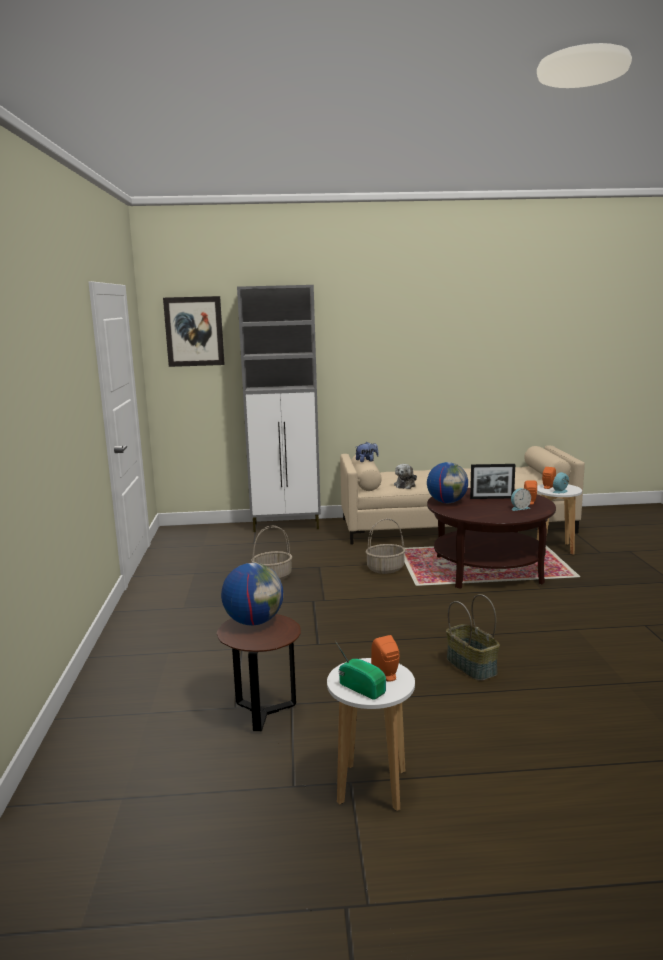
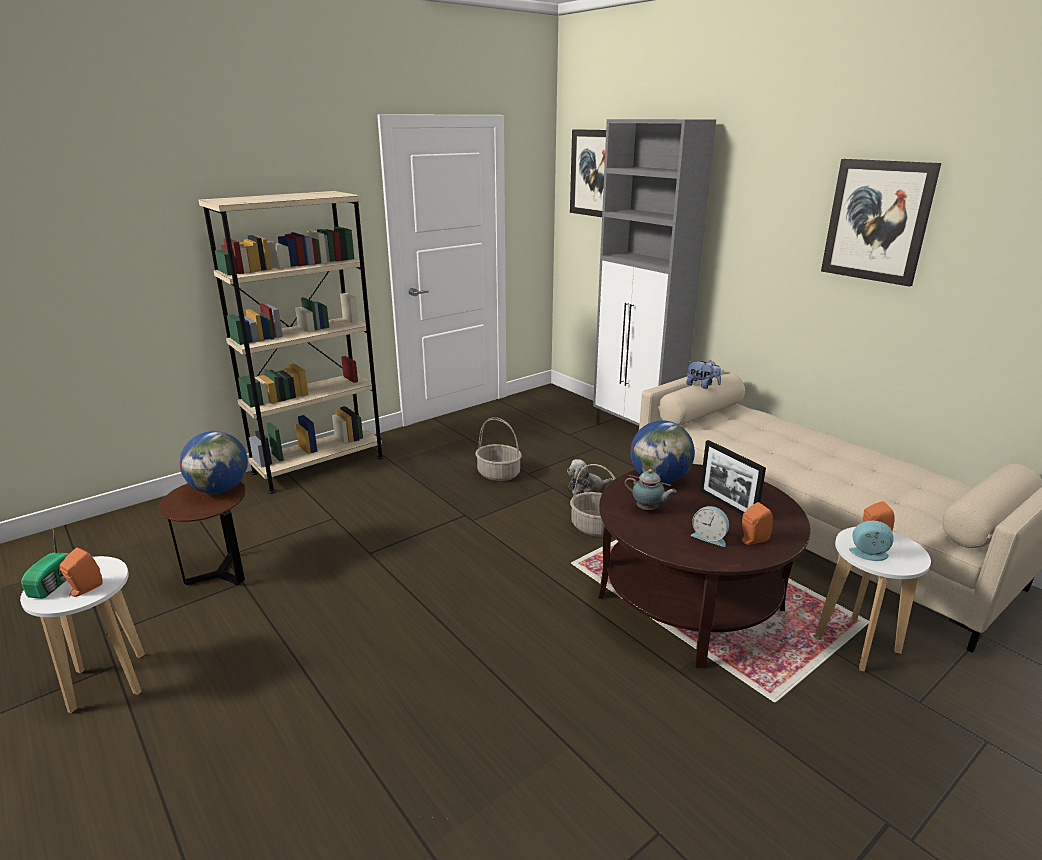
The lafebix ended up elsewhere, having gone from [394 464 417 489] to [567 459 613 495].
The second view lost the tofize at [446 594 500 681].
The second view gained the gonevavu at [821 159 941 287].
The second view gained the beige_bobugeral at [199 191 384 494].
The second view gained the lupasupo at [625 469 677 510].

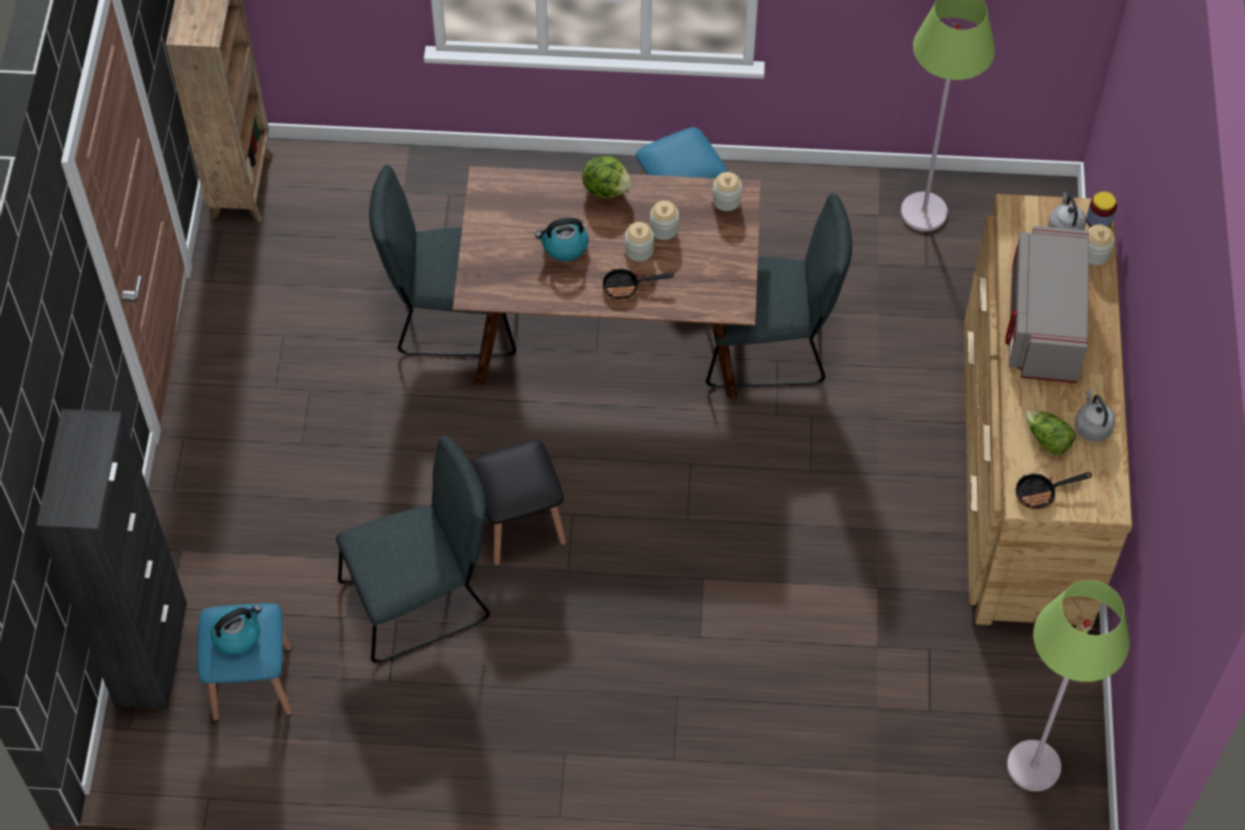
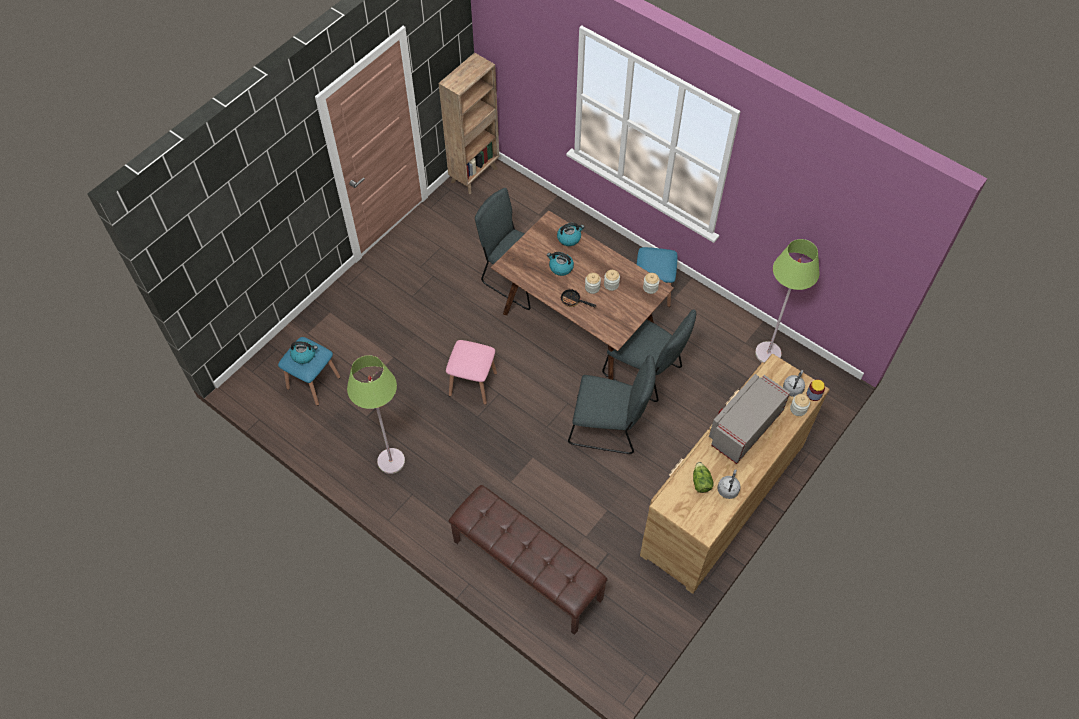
The second view lost the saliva at [582 156 632 198].
The second view lost the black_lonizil at [36 409 187 710].
The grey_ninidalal ended up elsewhere, having gone from [336 436 490 663] to [568 355 656 454].
What was the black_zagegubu at [470 440 566 566] turned into the pink_zagegubu at [446 340 497 405].
The second view lost the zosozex at [1015 472 1092 510].
The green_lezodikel ended up elsewhere, having gone from [1007 580 1130 791] to [347 355 405 474].
The second view gained the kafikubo at [557 223 584 246].
The second view gained the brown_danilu at [448 485 608 635].

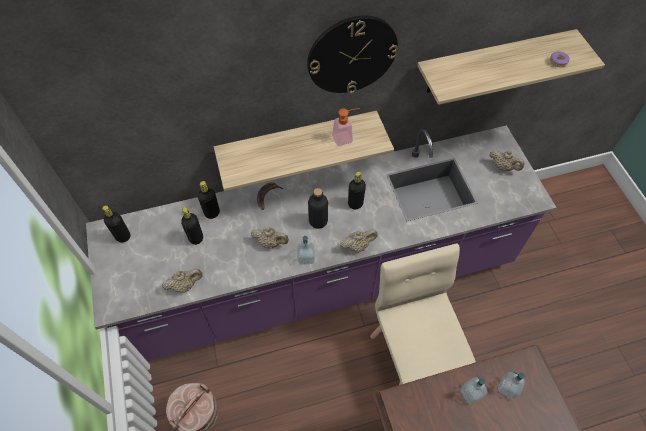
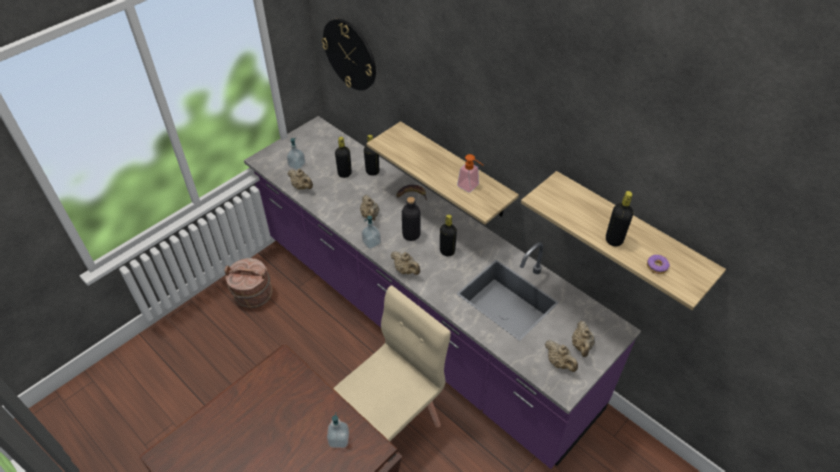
The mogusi ended up elsewhere, having gone from [307 16 398 94] to [322 19 376 91].
The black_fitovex ended up elsewhere, having gone from [102 205 130 242] to [606 191 633 247].
The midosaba ended up elsewhere, having gone from [460 375 487 404] to [287 138 305 170].
The second view gained the beige_lupasupo at [545 340 578 372].

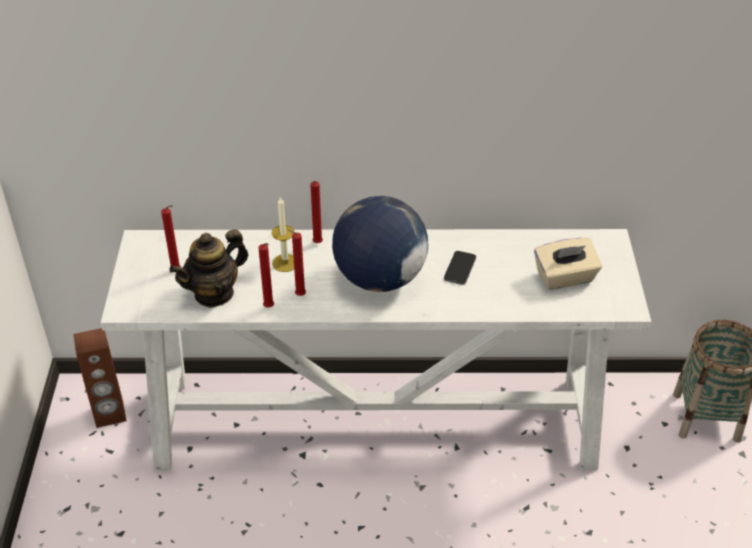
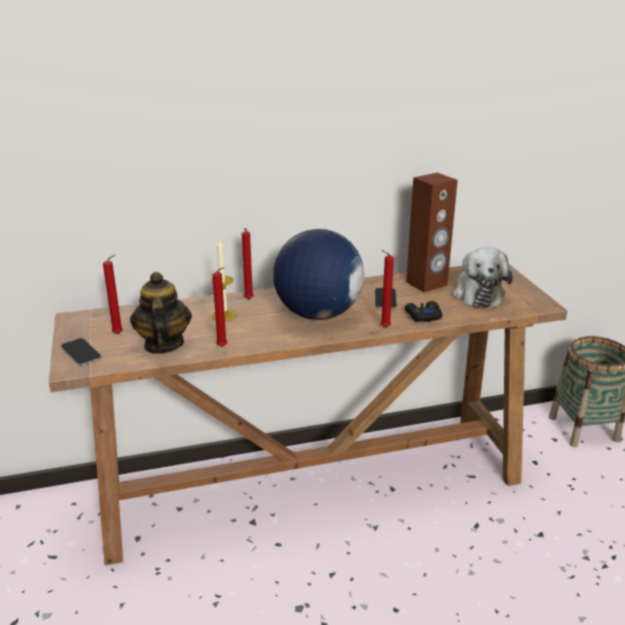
What was the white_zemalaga at [101 229 651 471] turned into the brown_zemalaga at [49 264 568 566].
The lupasupo at [169 229 248 308] ended up facing another way, 135 degrees clockwise from before.
The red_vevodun ended up elsewhere, having gone from [287 229 306 296] to [380 250 394 328].
Where the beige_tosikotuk stood at [534 237 602 290], the lafebix came to stand at [452 247 513 307].
The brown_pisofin ended up elsewhere, having gone from [73 328 127 428] to [406 173 458 292].
The second view gained the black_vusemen at [405 301 442 322].
The second view gained the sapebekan at [61 338 101 365].

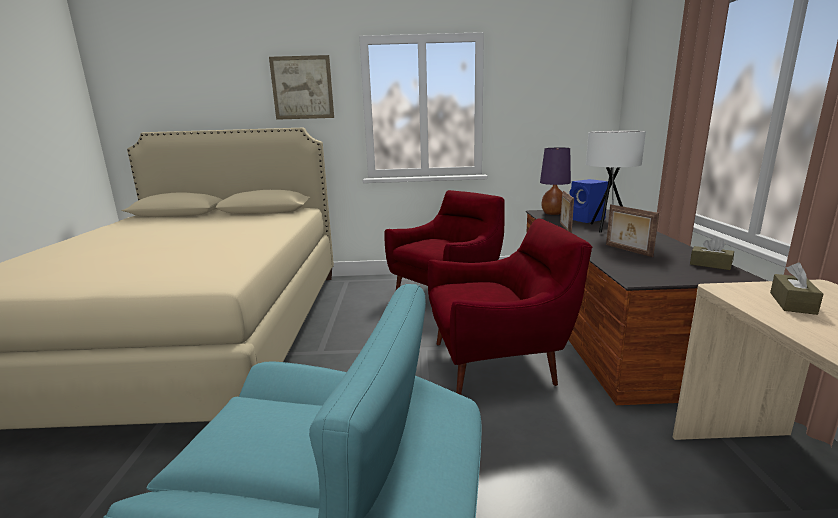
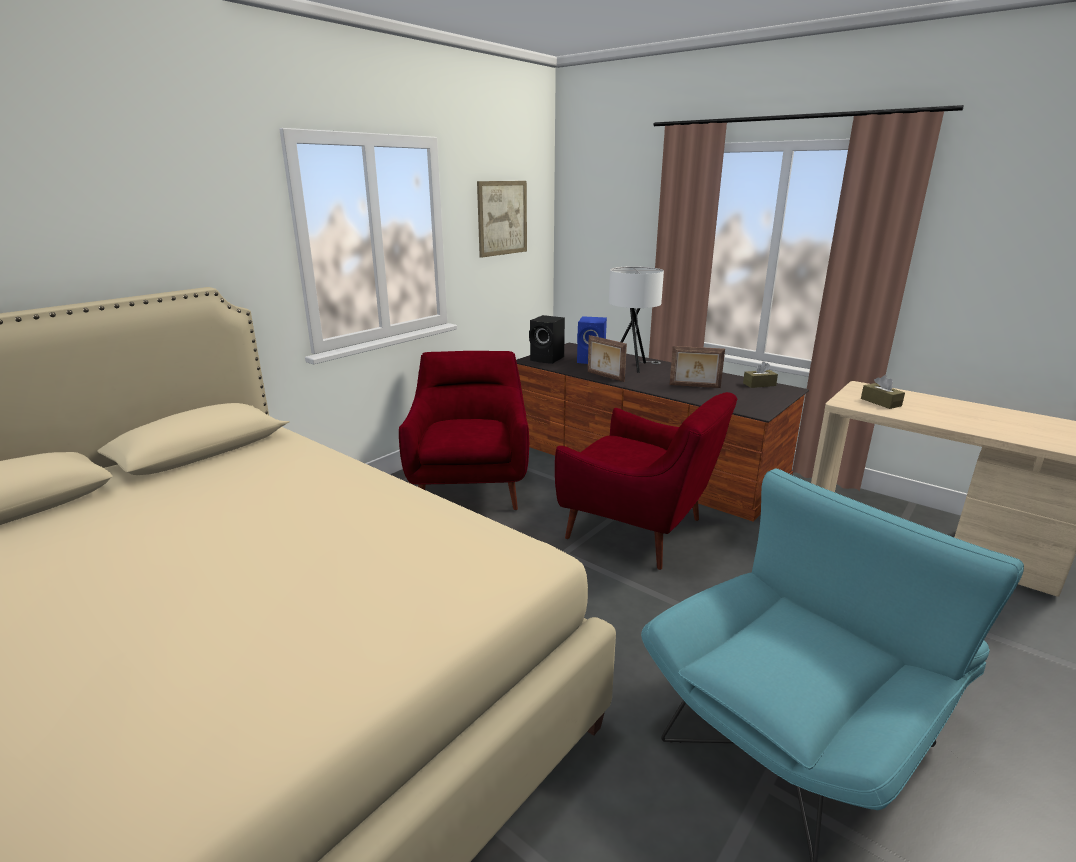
The gonevavu ended up elsewhere, having gone from [269 55 334 120] to [477 181 527 258].
Where the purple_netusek stood at [540 148 571 215], the black_pisofin came to stand at [529 315 565 364].
The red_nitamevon at [428 219 593 395] ended up facing another way, 90 degrees clockwise from before.

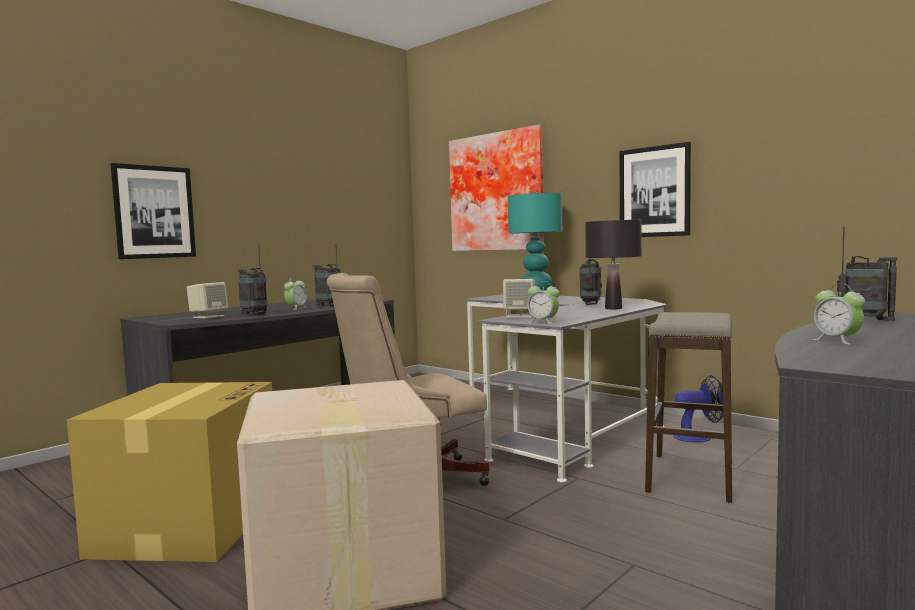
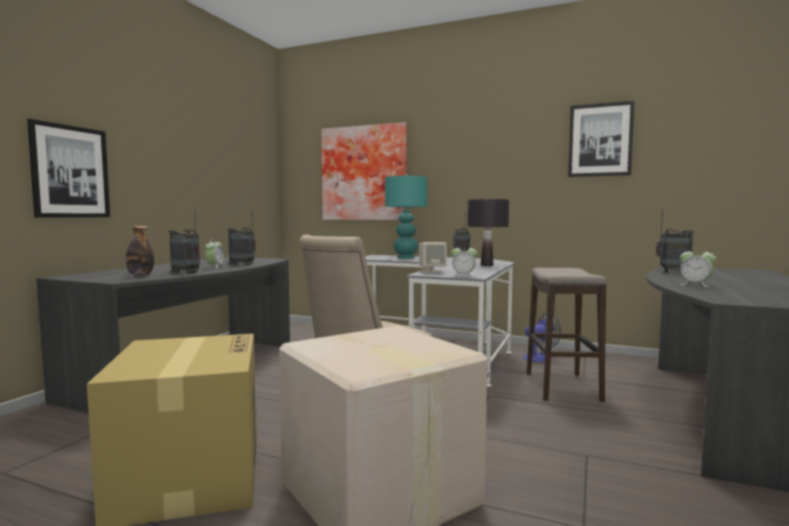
The gonevavu ended up elsewhere, having gone from [619 142 691 237] to [568 101 634 177].
Where the beige_pisofin stood at [187 282 228 319], the fitovex came to stand at [126 226 154 276].

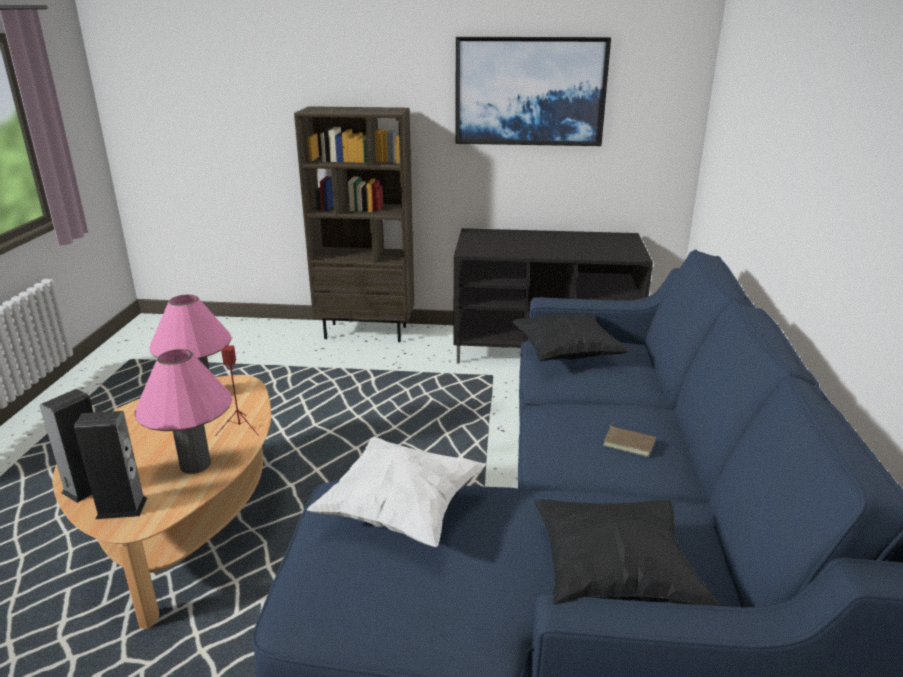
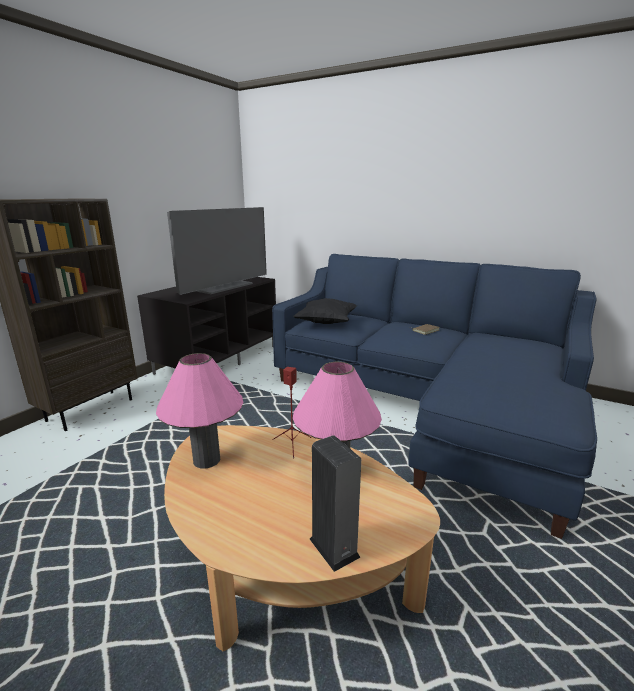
The second view lost the gonevavu at [455 37 611 146].
The second view lost the pisofin at [74 411 147 519].
The second view lost the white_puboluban at [307 437 485 547].
The second view lost the black_puboluban at [535 499 720 606].
The second view gained the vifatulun at [167 207 267 295].

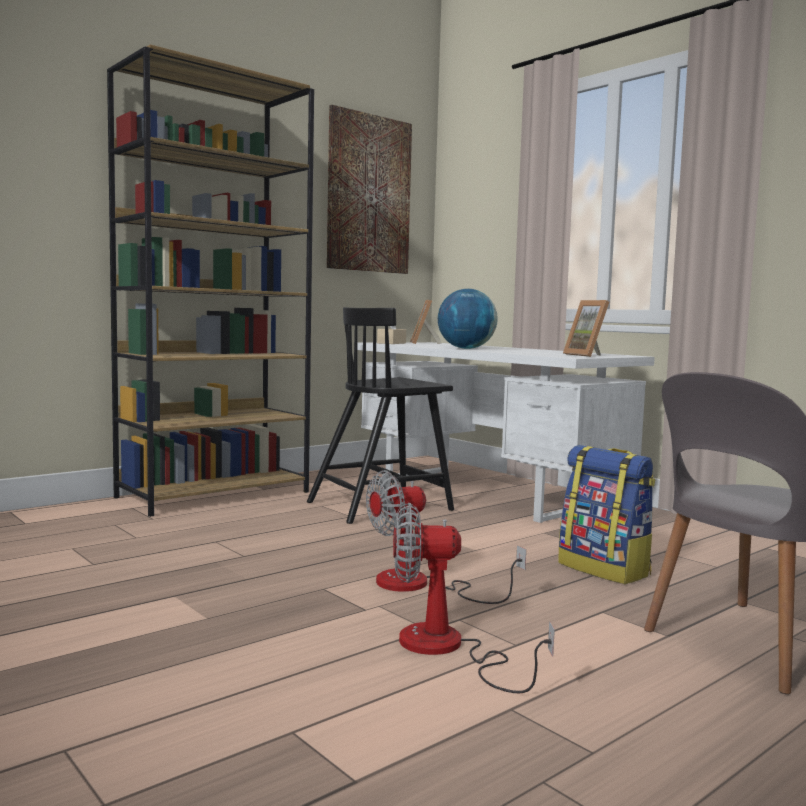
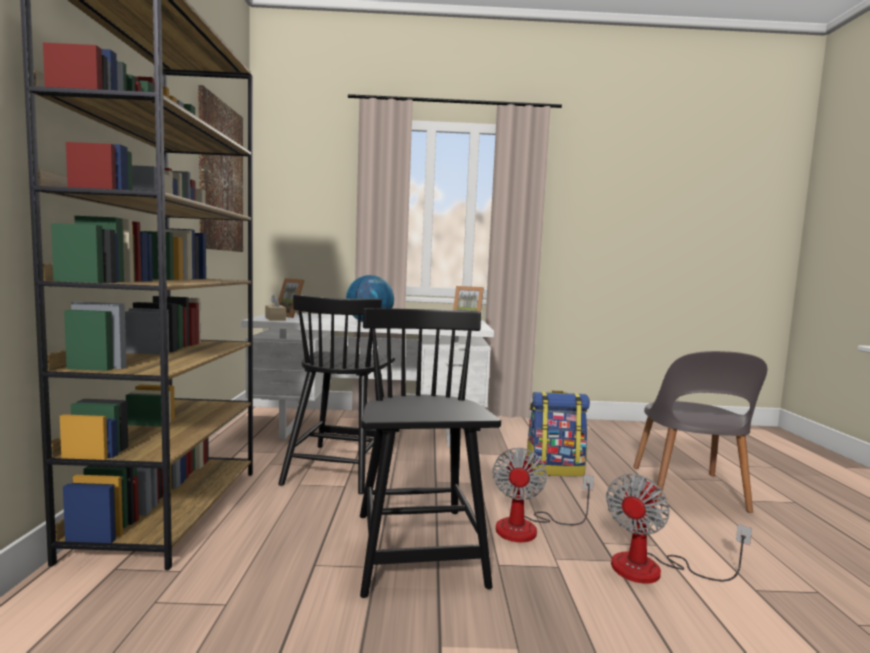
The second view gained the black_ninidalal at [360 308 501 598].

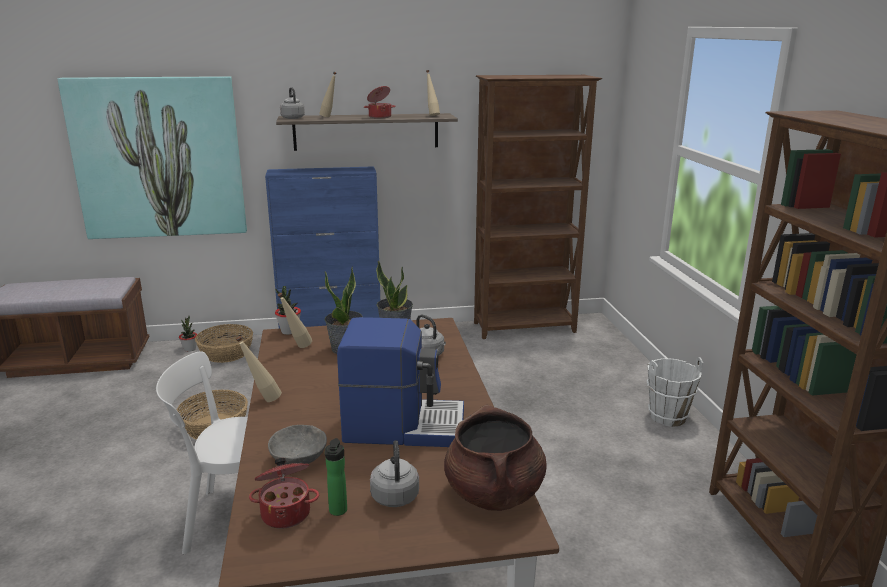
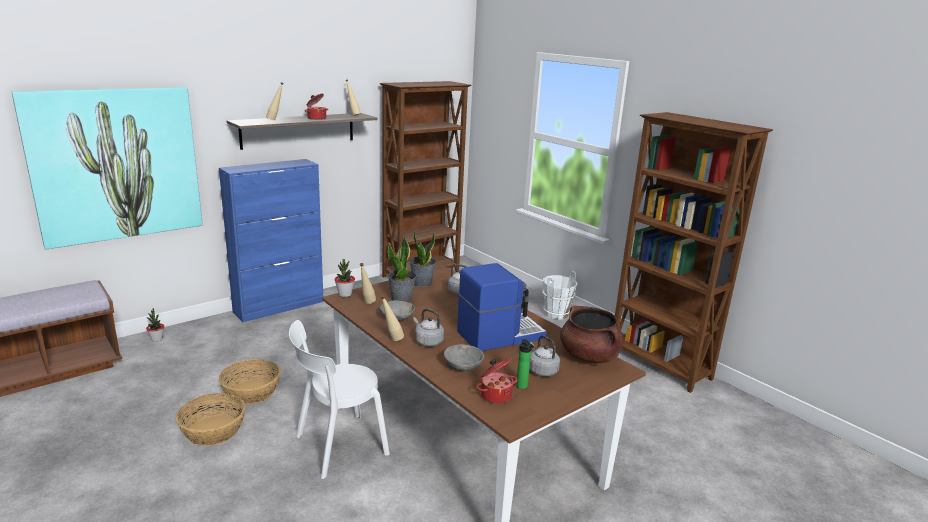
The grey_kafikubo ended up elsewhere, having gone from [280 87 305 119] to [413 309 444 347].
The tofize ended up elsewhere, having gone from [195 324 253 363] to [176 393 246 446].
The second view gained the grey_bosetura at [380 300 415 320].

